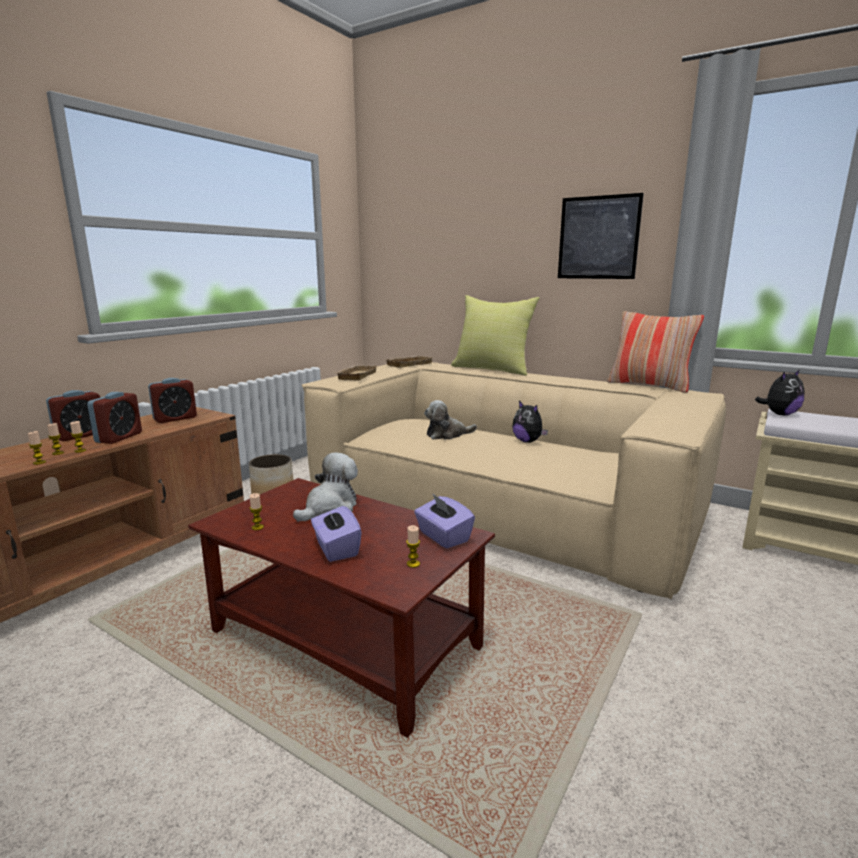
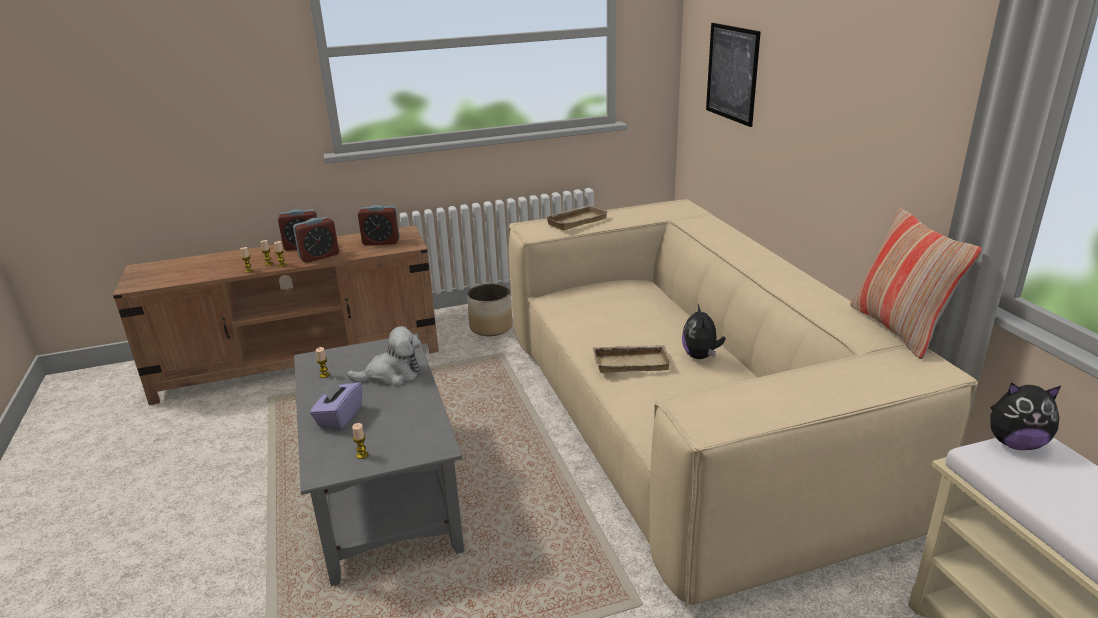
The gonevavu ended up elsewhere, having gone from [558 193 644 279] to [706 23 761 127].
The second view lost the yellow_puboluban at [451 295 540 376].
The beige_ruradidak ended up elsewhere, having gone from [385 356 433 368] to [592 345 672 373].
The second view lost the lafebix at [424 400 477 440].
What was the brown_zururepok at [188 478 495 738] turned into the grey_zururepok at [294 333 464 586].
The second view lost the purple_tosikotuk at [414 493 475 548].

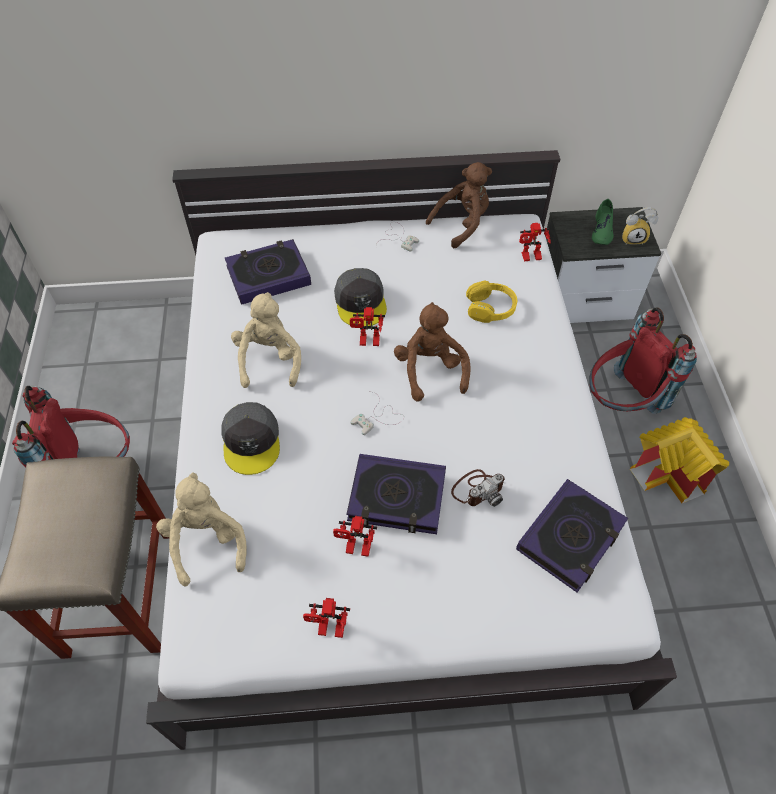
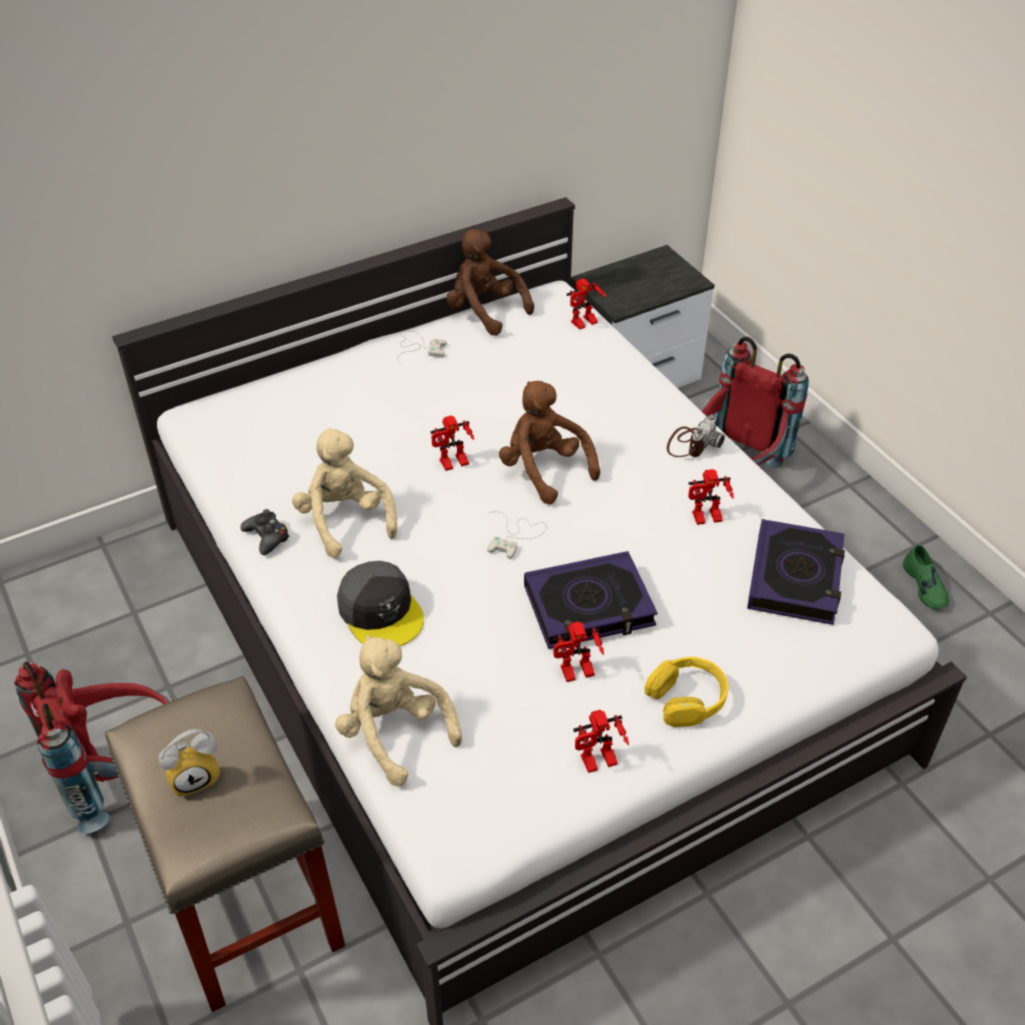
The brown_lafebix at [426 162 492 248] ended up facing another way, 75 degrees counterclockwise from before.
The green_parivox ended up elsewhere, having gone from [592 199 614 245] to [903 545 949 609].
The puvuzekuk ended up elsewhere, having gone from [622 207 658 245] to [159 729 220 797].
The second view lost the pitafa at [225 239 311 305].
The second view lost the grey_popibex at [334 268 387 326].
The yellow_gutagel ended up elsewhere, having gone from [466 281 518 323] to [644 657 729 727].
The second view lost the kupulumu at [630 417 729 503].
The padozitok ended up elsewhere, having gone from [451 469 505 507] to [667 414 725 457].
The second view gained the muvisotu at [688 469 734 525].
The second view gained the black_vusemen at [240 509 290 555].

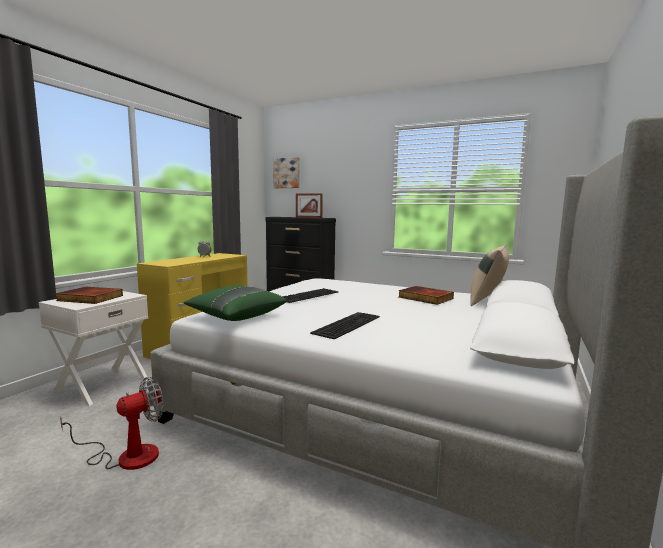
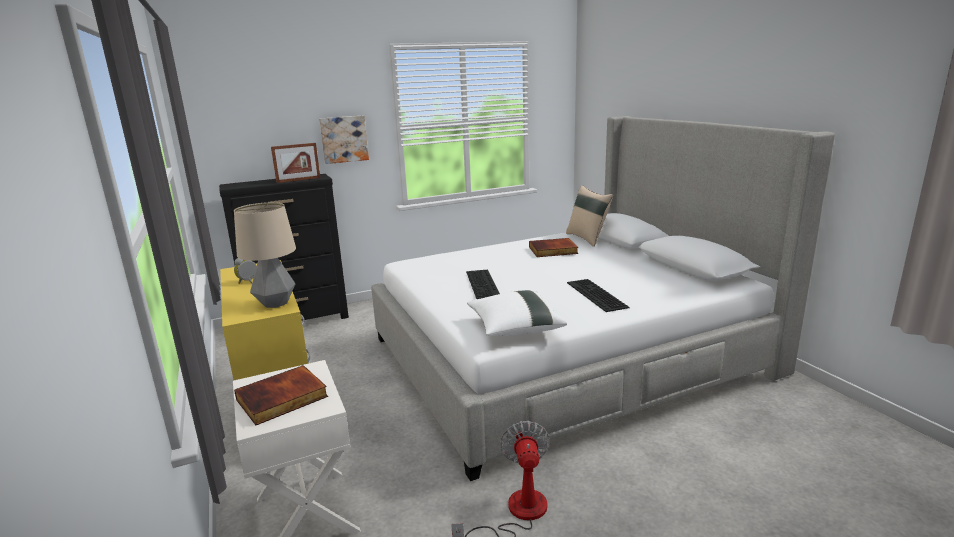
The gonevavu ended up elsewhere, having gone from [273 157 300 188] to [319 116 369 164].
What was the green_puboluban at [183 285 287 321] turned into the white_puboluban at [467 290 567 336].
The second view gained the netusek at [234 202 296 308].

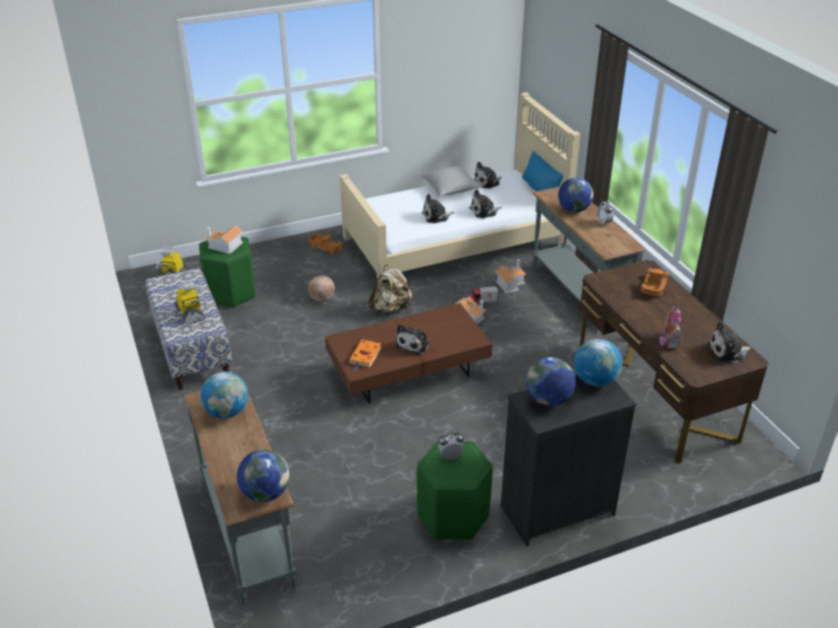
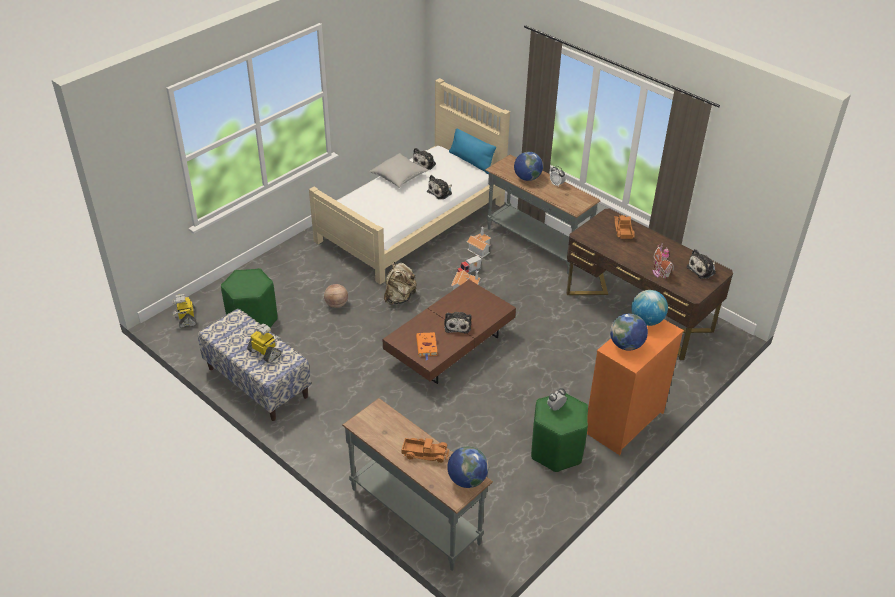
The second view lost the lafebix at [422 194 454 223].
The second view lost the kupulumu at [205 225 243 254].
The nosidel ended up elsewhere, having gone from [308 234 343 255] to [402 438 449 463].
The second view lost the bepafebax at [200 371 248 418].
What was the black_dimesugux at [501 375 637 546] turned into the orange_dimesugux at [587 320 684 455].

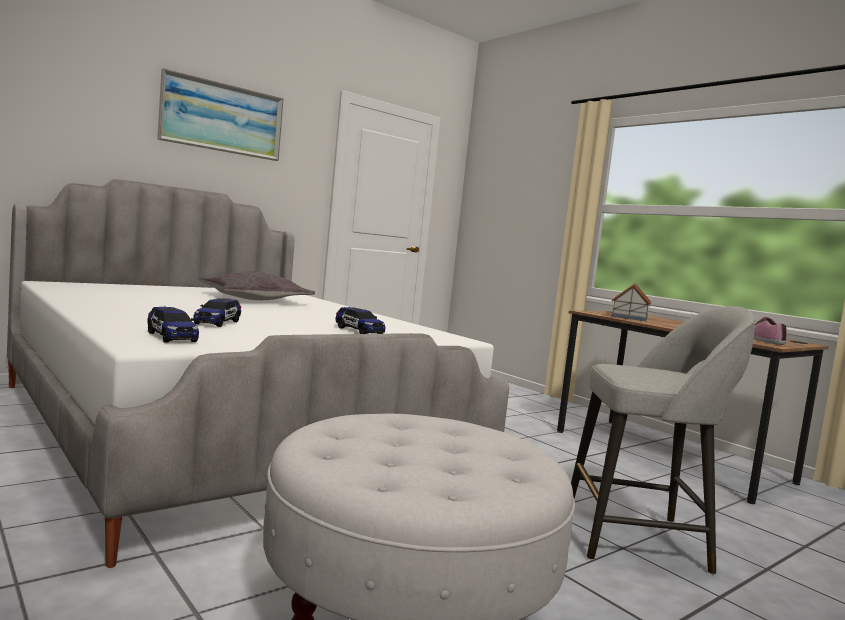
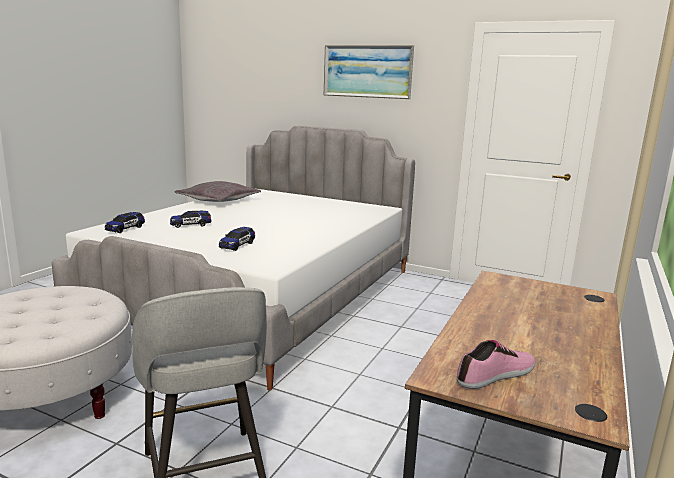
The grey_puboluban ended up elsewhere, having gone from [199 271 315 300] to [174 181 261 202].
The second view lost the kupulumu at [611 283 651 321].

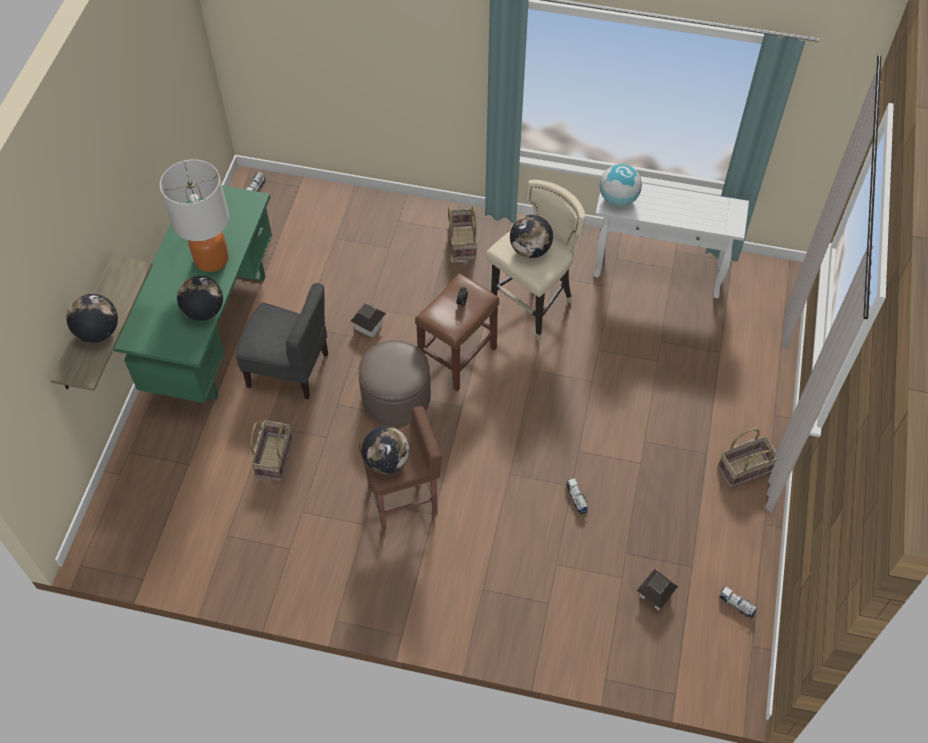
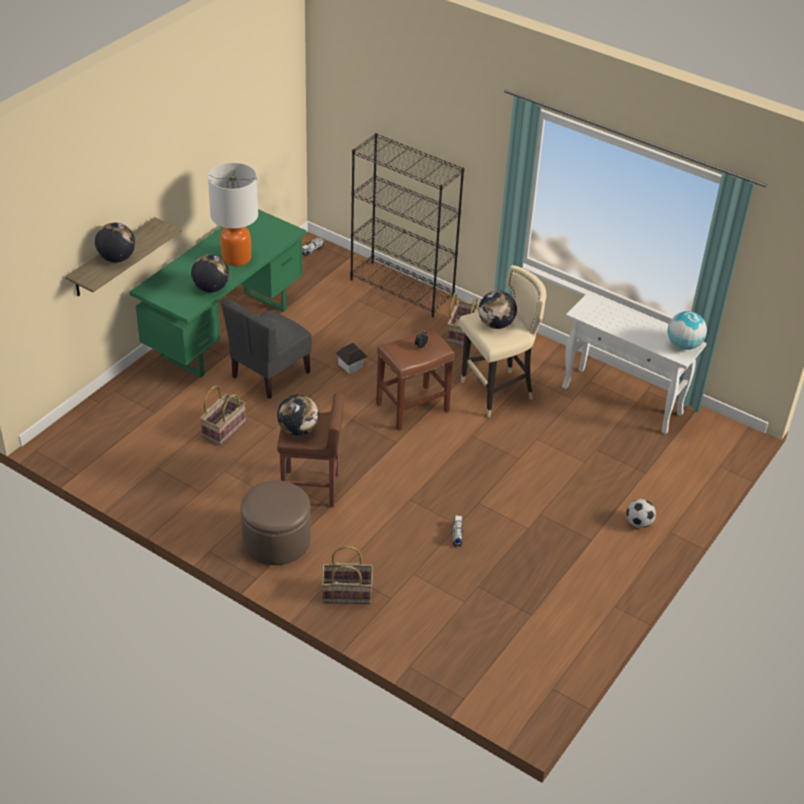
The bepafebax ended up elsewhere, having gone from [599 164 642 207] to [667 311 707 350].
The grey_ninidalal at [236 283 328 400] ended up facing another way, 90 degrees clockwise from before.
The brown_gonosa ended up elsewhere, having gone from [358 340 431 427] to [240 480 311 565].
The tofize ended up elsewhere, having gone from [718 428 777 488] to [321 546 373 604].
The second view lost the kupulumu at [637 569 678 610].
The second view lost the nosidel at [719 586 757 618].
The second view gained the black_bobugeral at [350 133 464 317].
The second view gained the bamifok at [627 499 656 528].

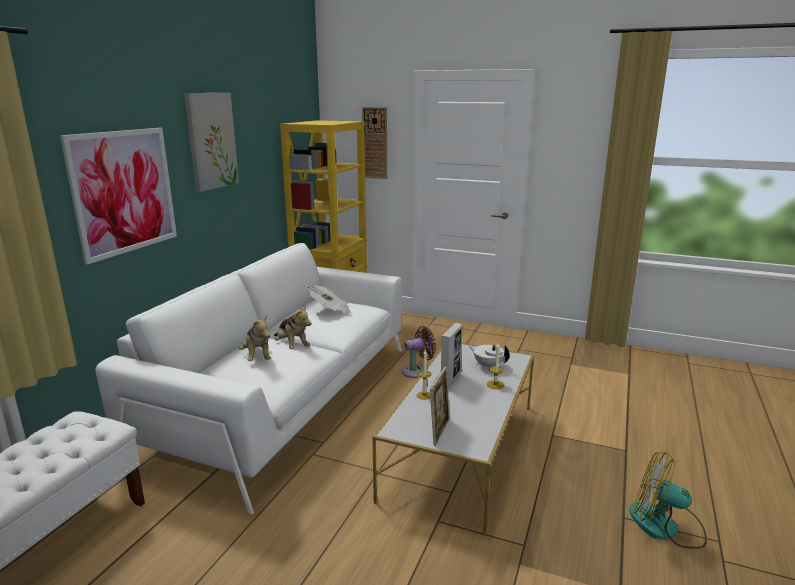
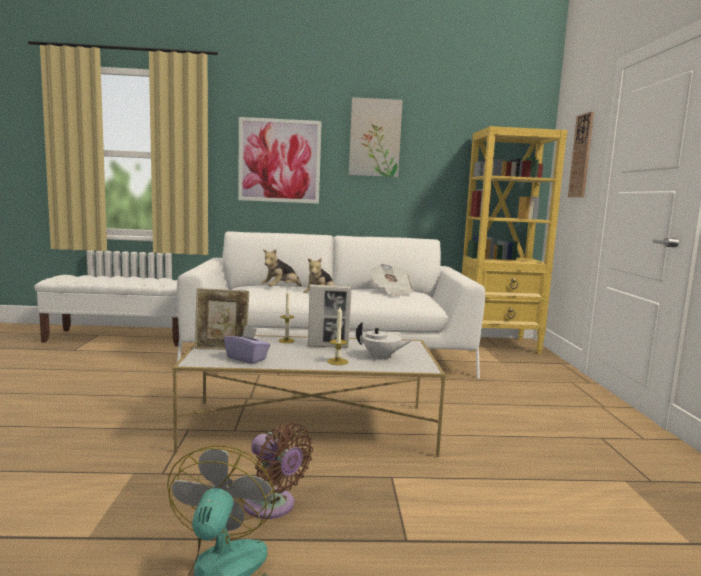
The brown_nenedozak ended up elsewhere, having gone from [402 326 436 378] to [244 423 313 519].
The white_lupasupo at [468 345 510 369] ended up facing another way, 90 degrees clockwise from before.
The second view gained the purple_tosikotuk at [224 326 270 364].

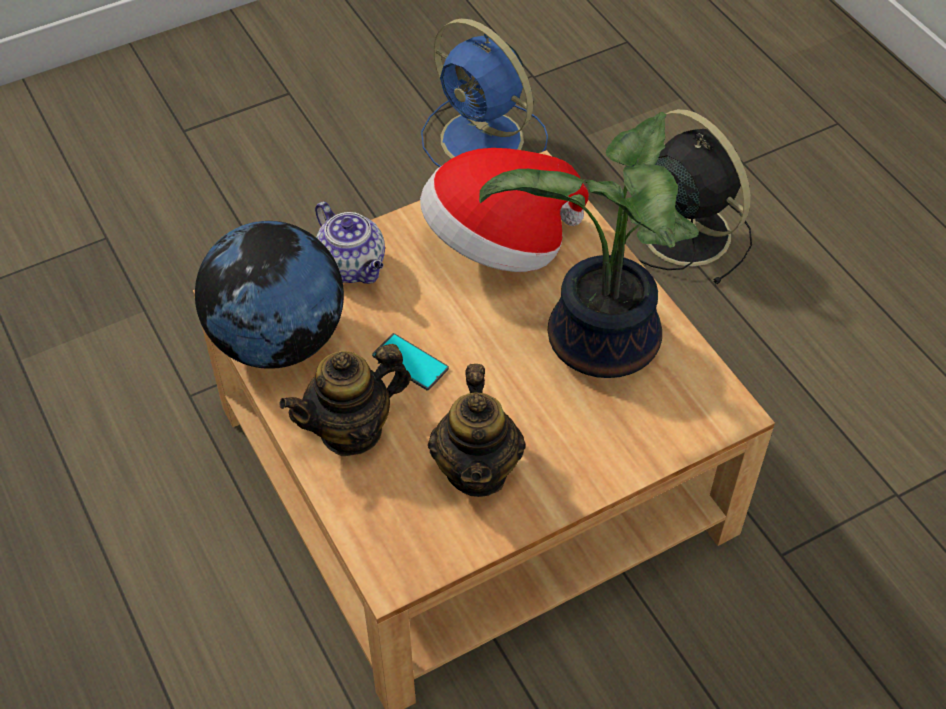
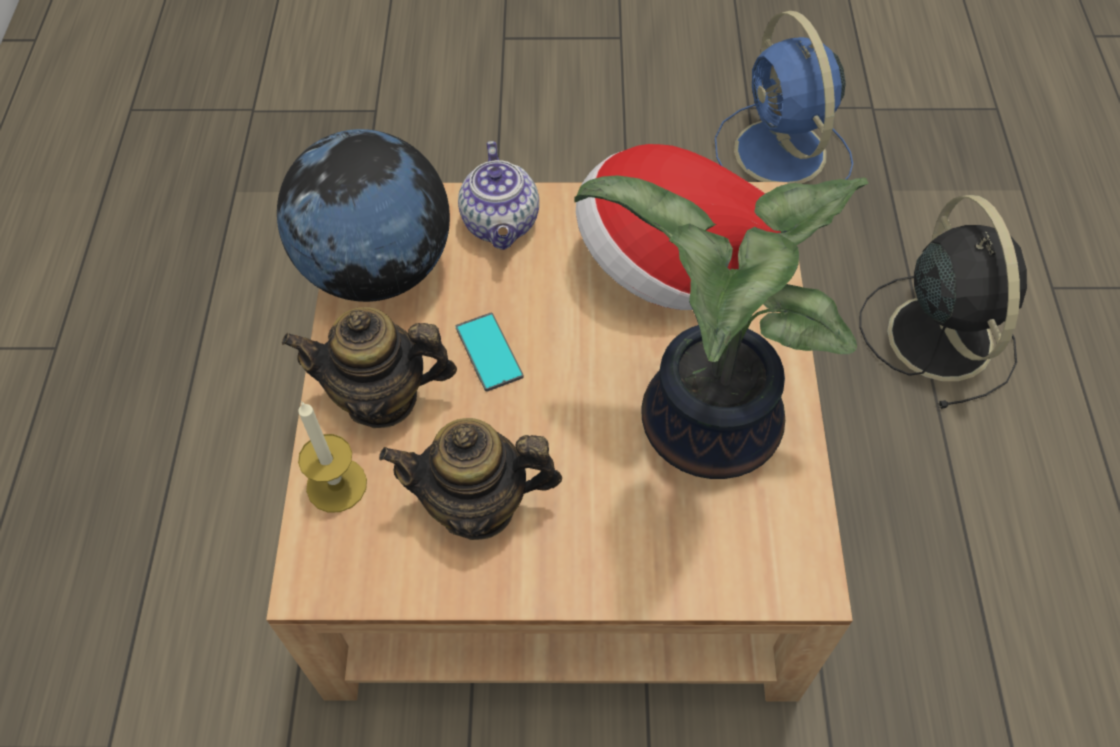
The lupasupo at [428 364 526 497] ended up facing another way, 60 degrees clockwise from before.
The second view gained the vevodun at [298 401 367 513].

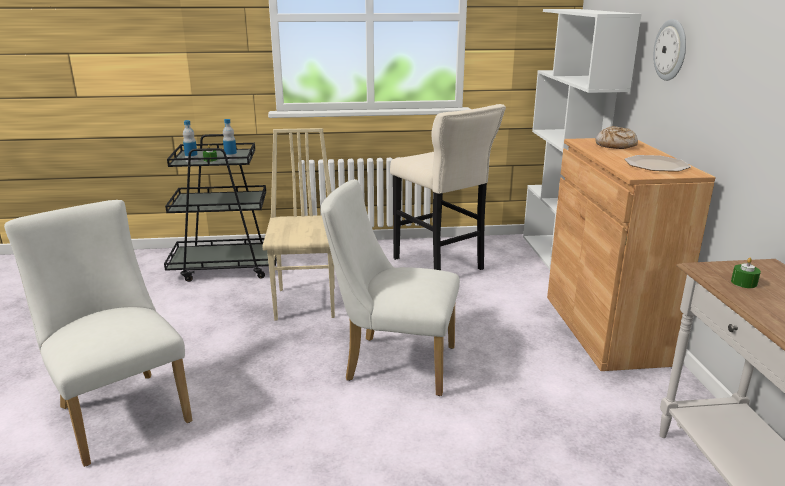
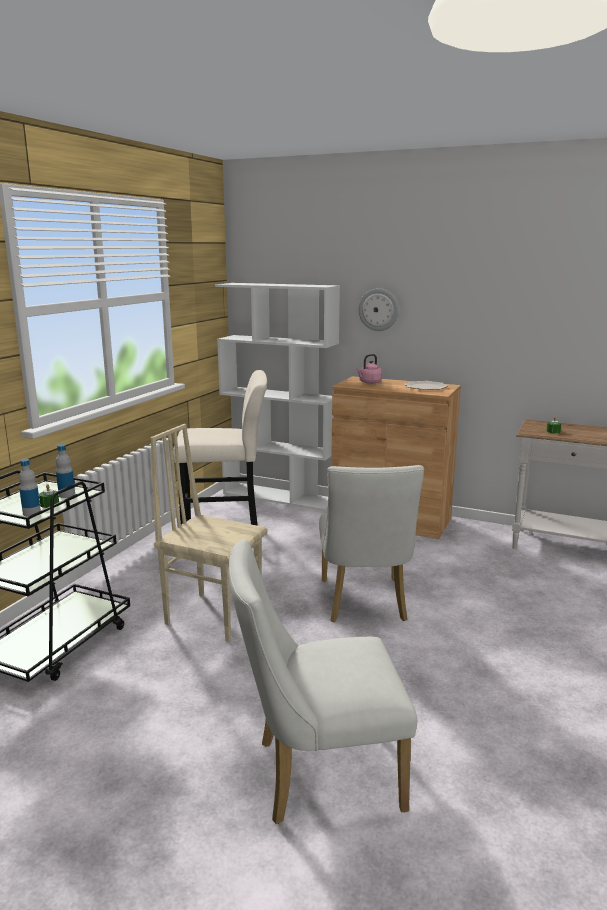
Where the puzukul stood at [595 126 638 149], the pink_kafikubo came to stand at [356 354 382 384].
The white_ninidalal at [321 179 460 396] ended up facing another way, 45 degrees counterclockwise from before.

